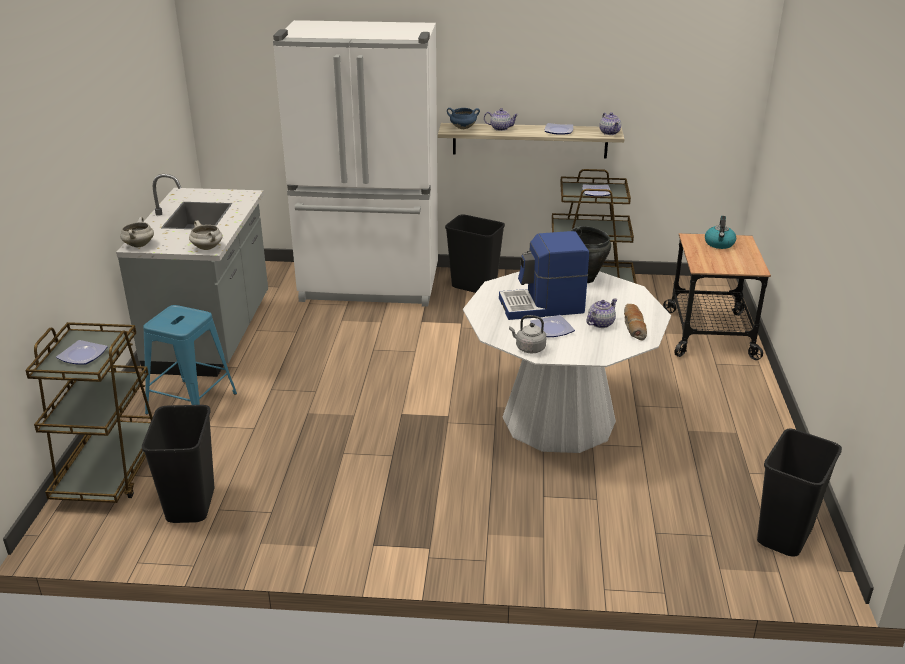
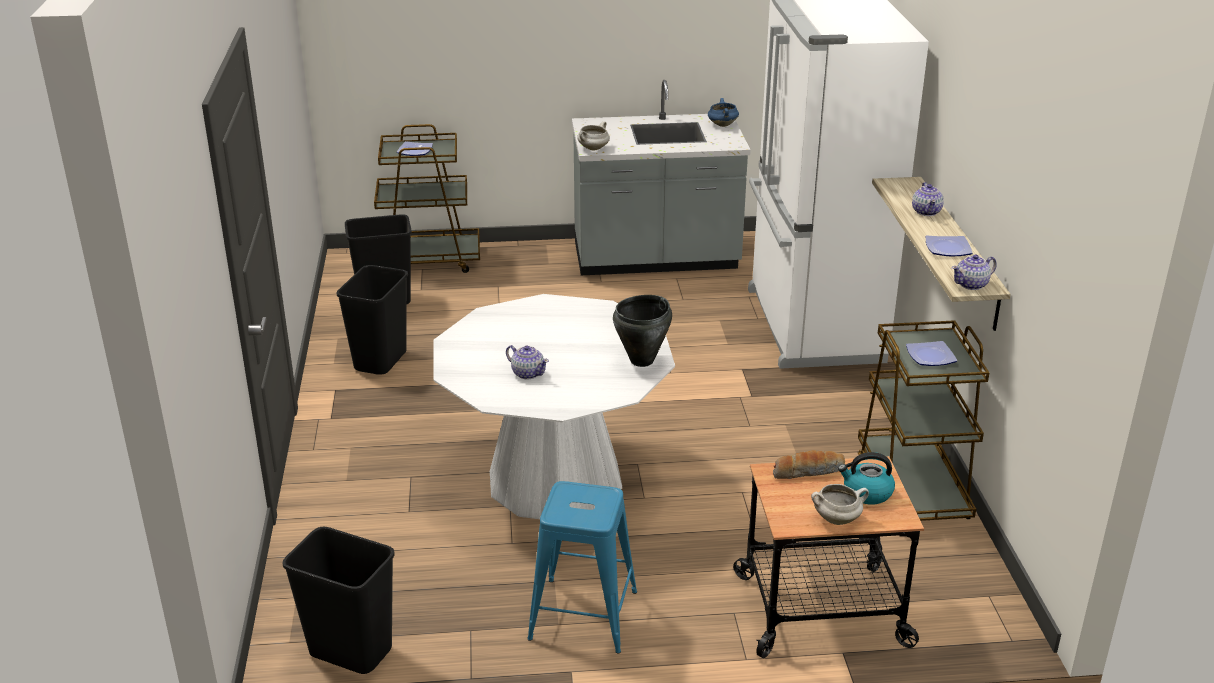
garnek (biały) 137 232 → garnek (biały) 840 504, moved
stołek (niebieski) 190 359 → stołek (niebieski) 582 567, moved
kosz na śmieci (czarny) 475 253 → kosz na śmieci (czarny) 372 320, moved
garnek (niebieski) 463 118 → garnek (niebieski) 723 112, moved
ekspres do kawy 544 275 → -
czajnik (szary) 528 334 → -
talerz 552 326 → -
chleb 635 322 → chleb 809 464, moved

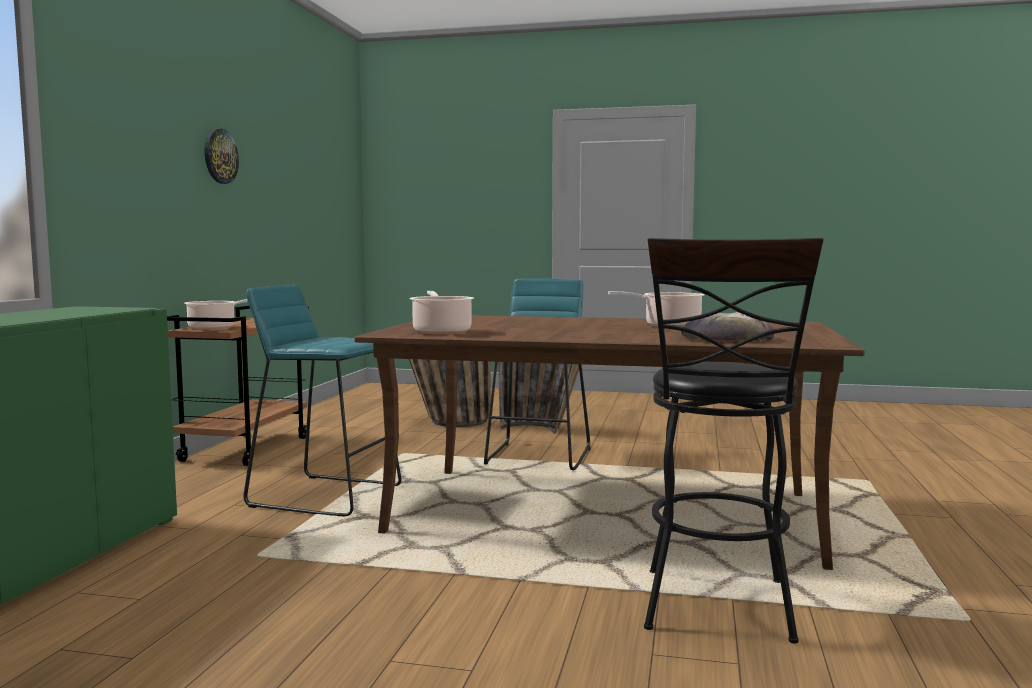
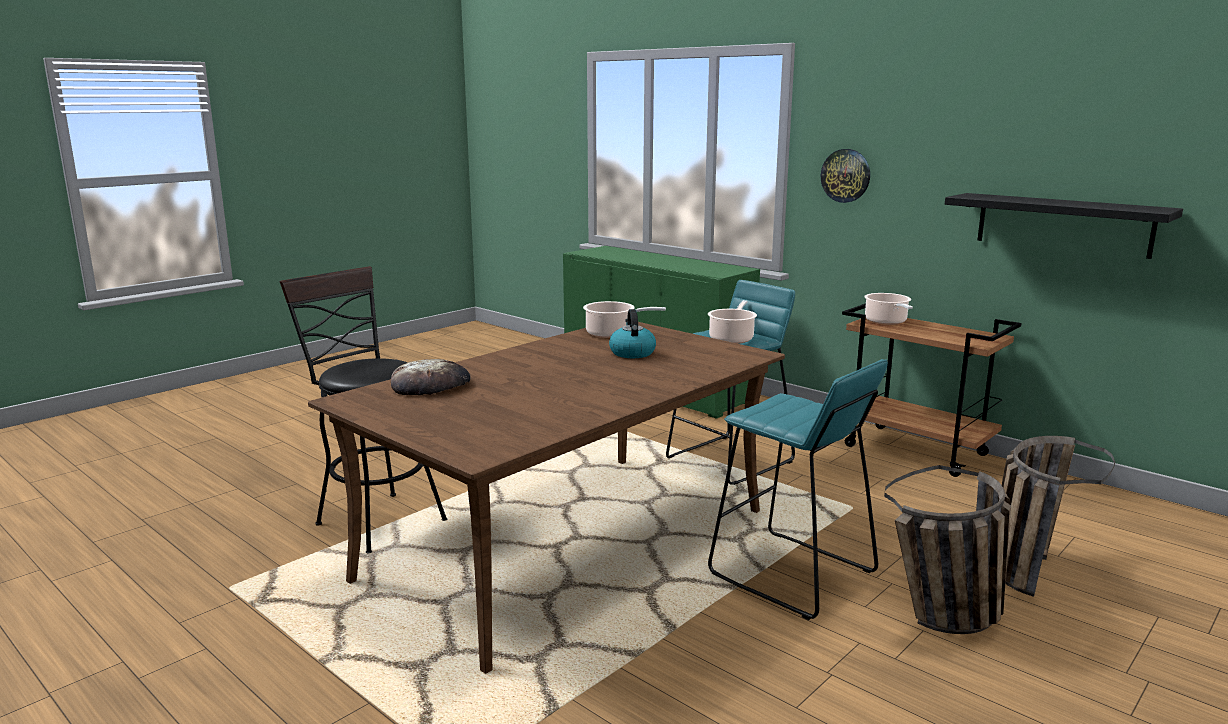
zegar ścienny 222 156 → zegar ścienny 845 176, moved
garnek 656 309 → garnek 732 322, moved
- → czajnik 632 333
- → półka (czarny) 1064 226

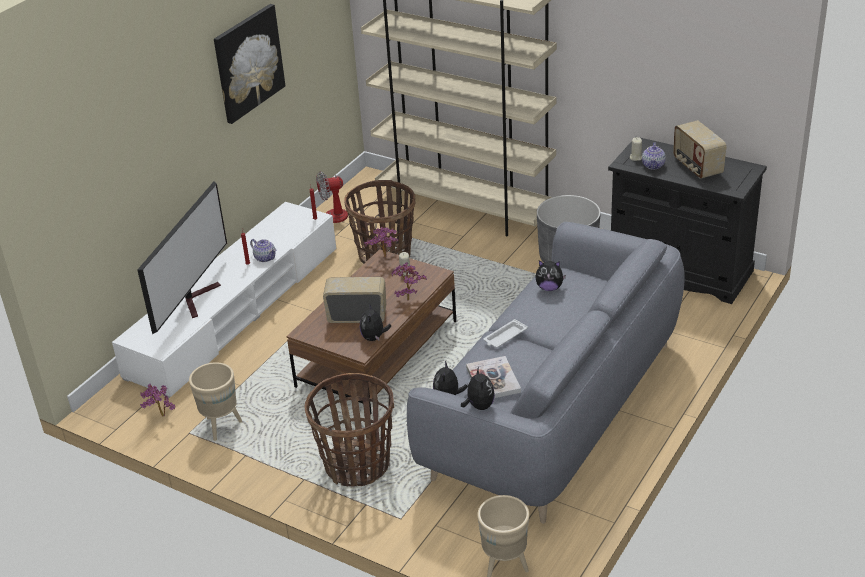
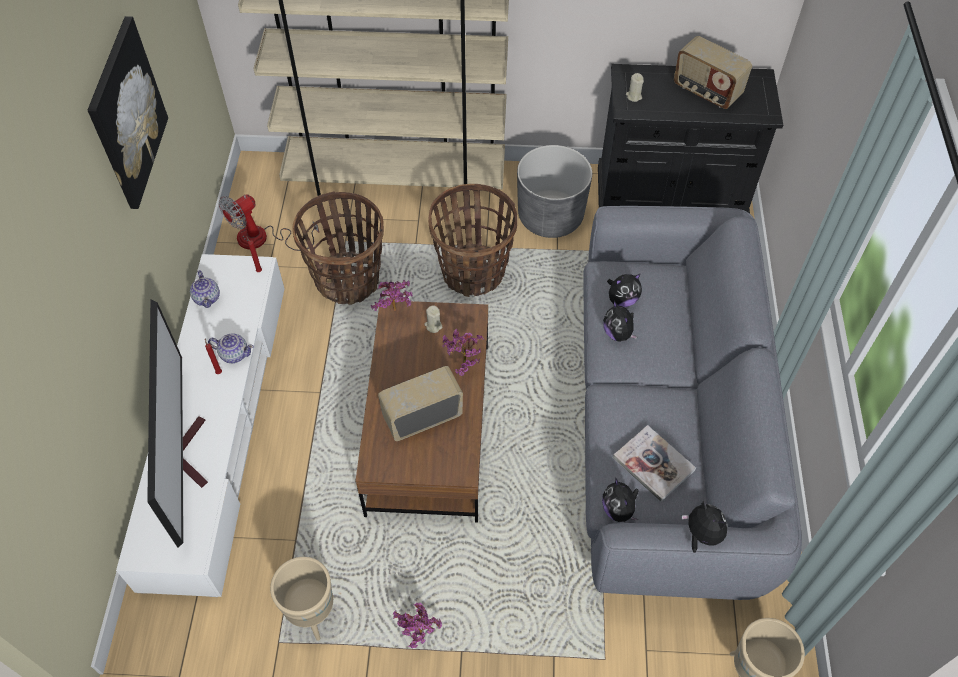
roślina doniczkowa 157 400 → roślina doniczkowa 417 625, moved
koszyk 349 430 → koszyk 472 240, moved
pluszak 375 322 → pluszak 620 321, moved
taca (biały) 506 333 → -
imbryk 654 155 → imbryk 205 289, moved

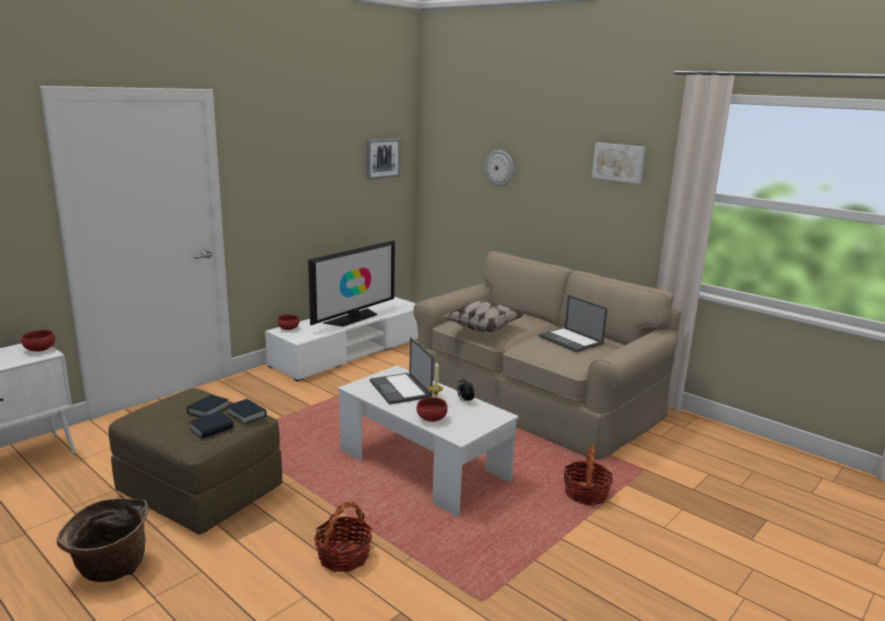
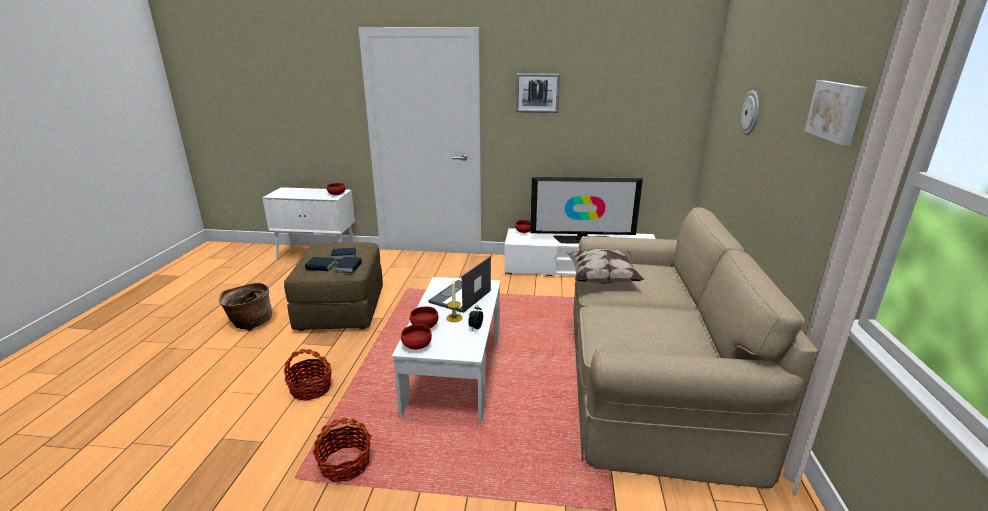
obraz 384 158 → obraz 538 93, moved
laptop 573 323 → -
koszyk 588 475 → koszyk 342 450, moved
- → miska (czerwony) 416 337

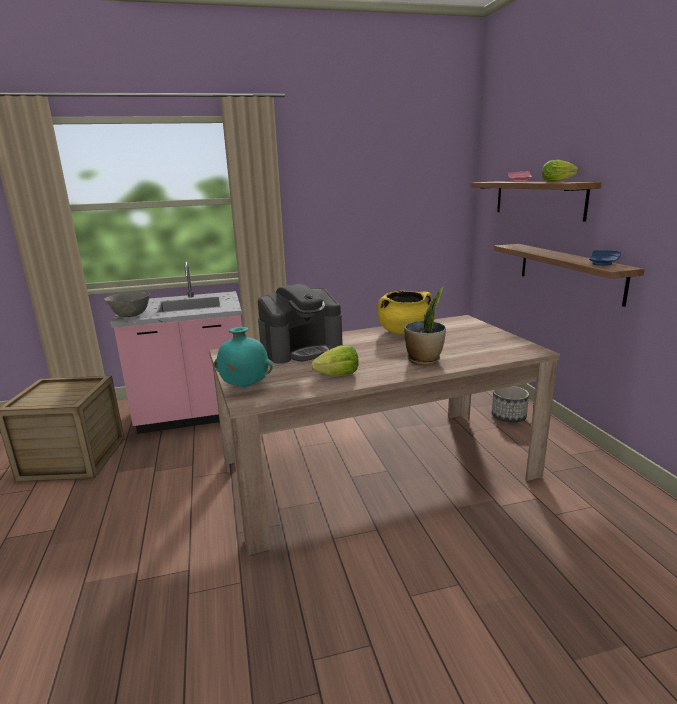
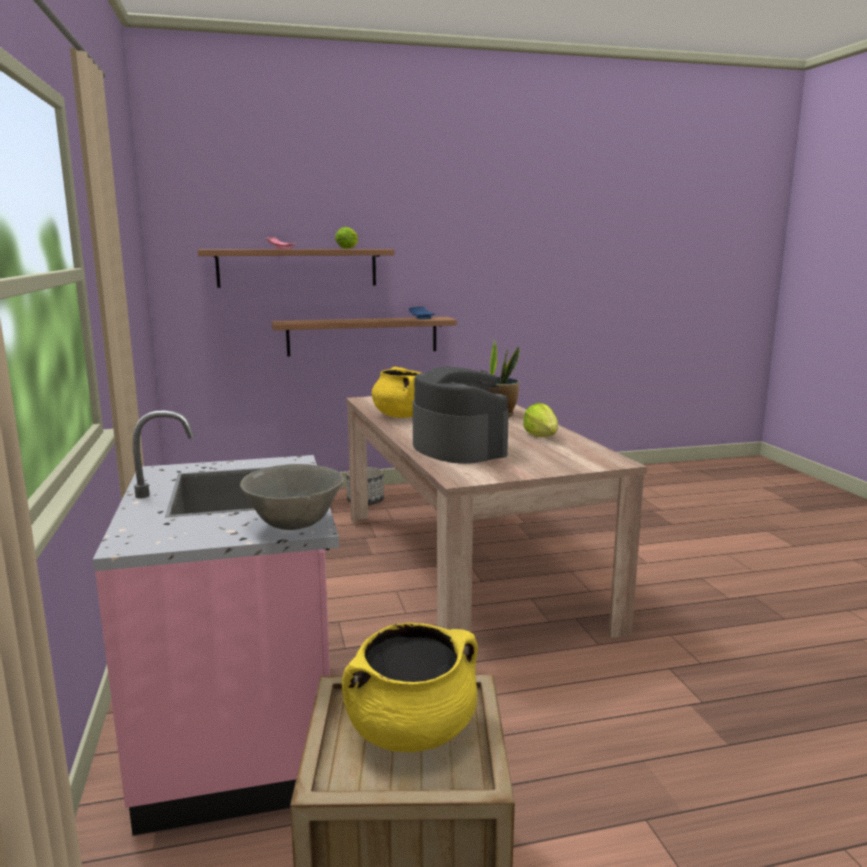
wazon (turkusowy) 243 357 → -
- → garnek (żółty) 410 687

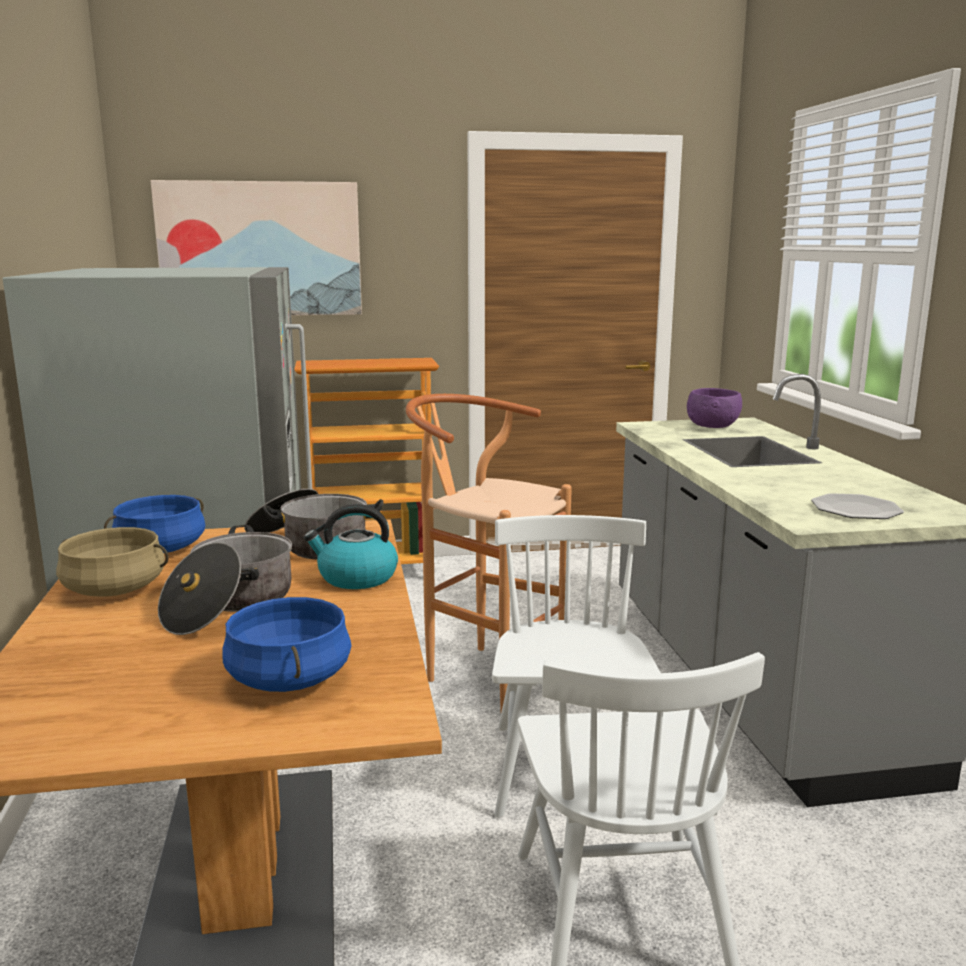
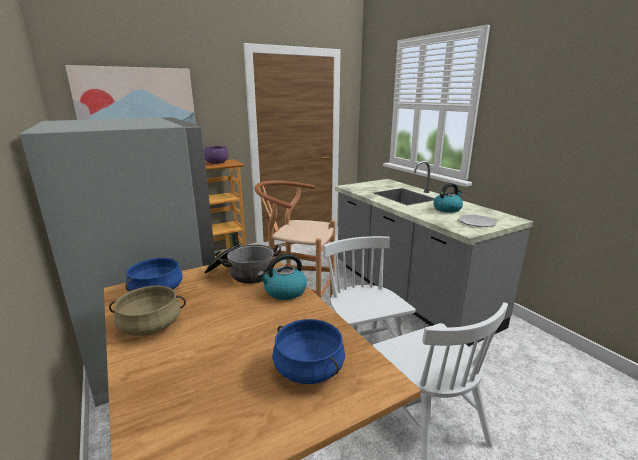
garnek 225 580 → -
miska (fioletowy) 714 408 → miska (fioletowy) 216 155, moved
- → czajnik 448 198

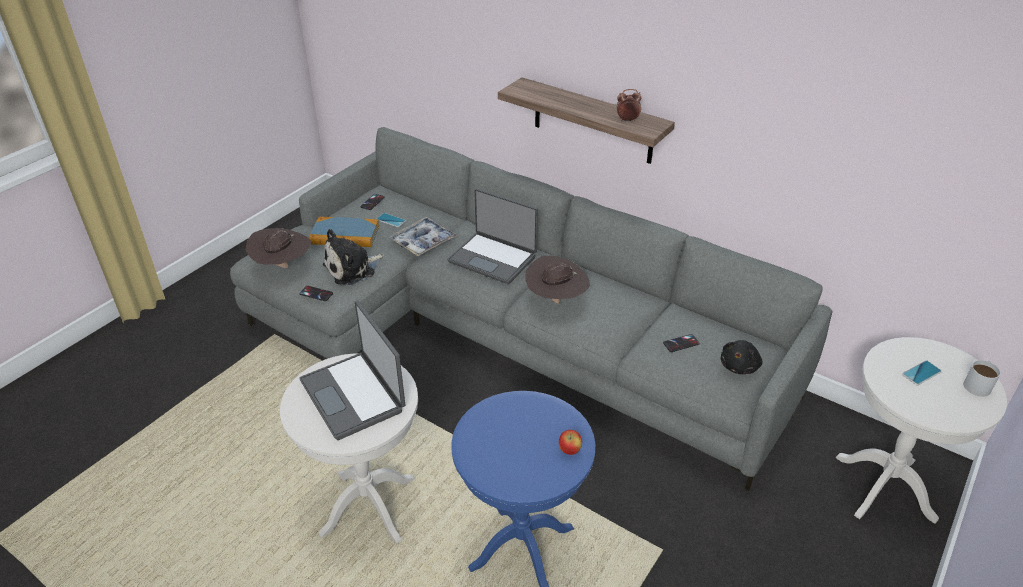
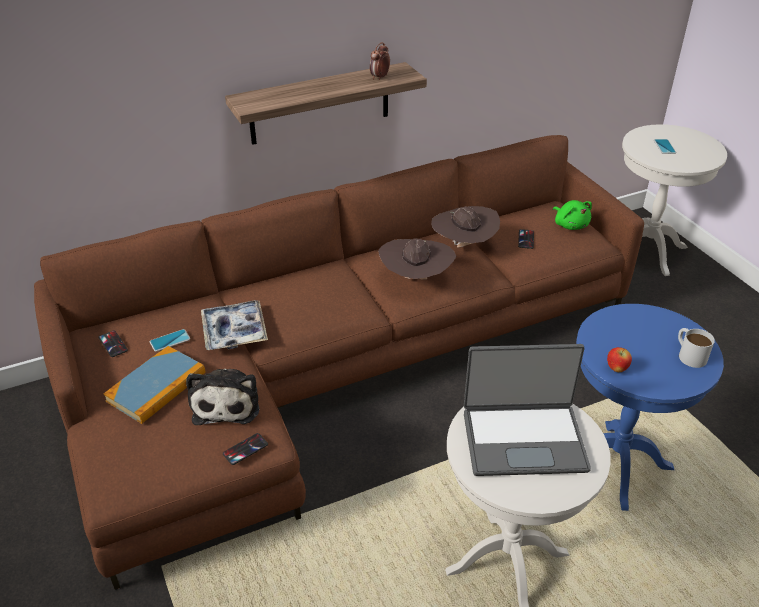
kanapa (szary) 531 309 → kanapa (brązowy) 339 362
kapelusz (brązowy) 278 248 → kapelusz (brązowy) 465 227, moved
laptop 493 236 → -
jabłko 570 442 → jabłko 619 359, moved
pluszak (czarny) 741 357 → pluszak (zielony) 572 215
kubek (biały) 982 378 → kubek (biały) 696 348, moved

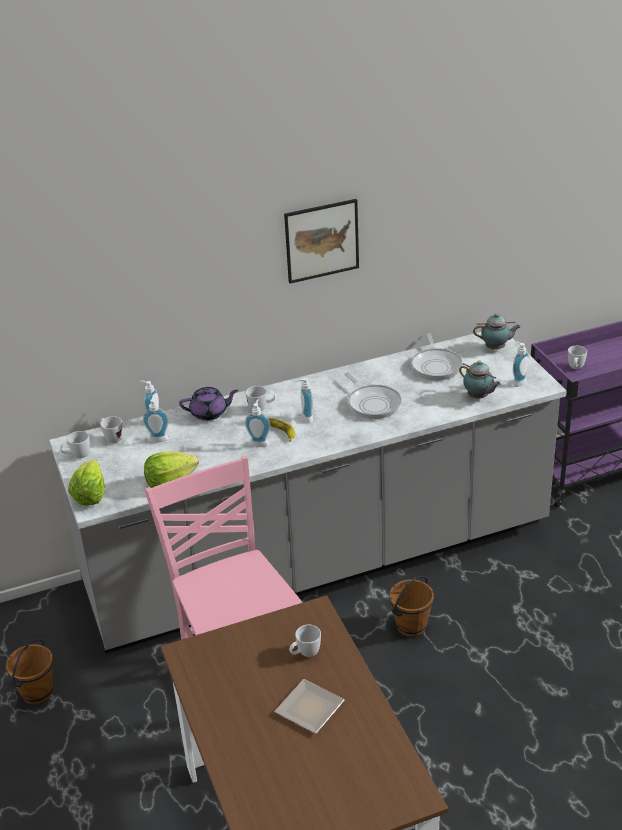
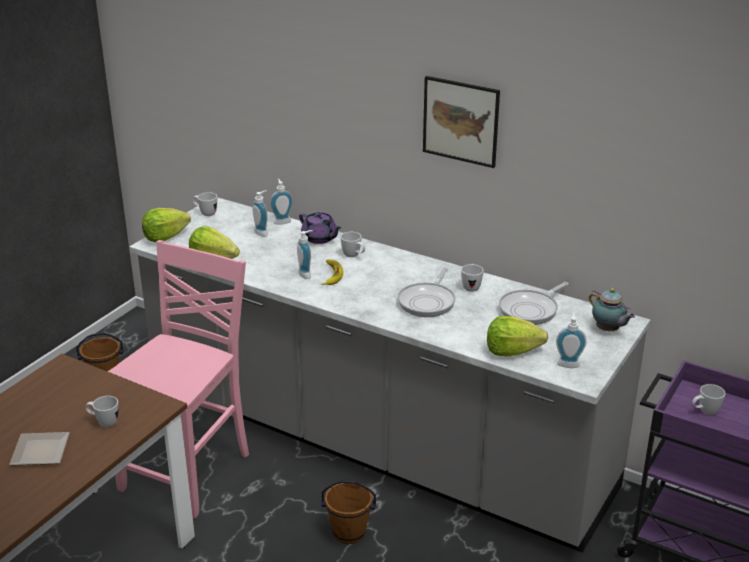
kubek (biały) 111 429 → kubek (biały) 472 278, moved
dozownik mydła 304 400 → -
imbryk 480 379 → sałata 517 336

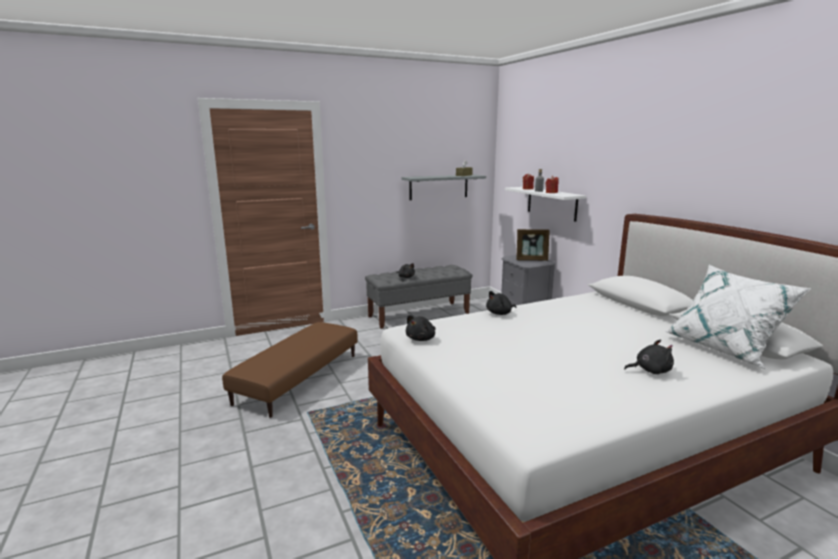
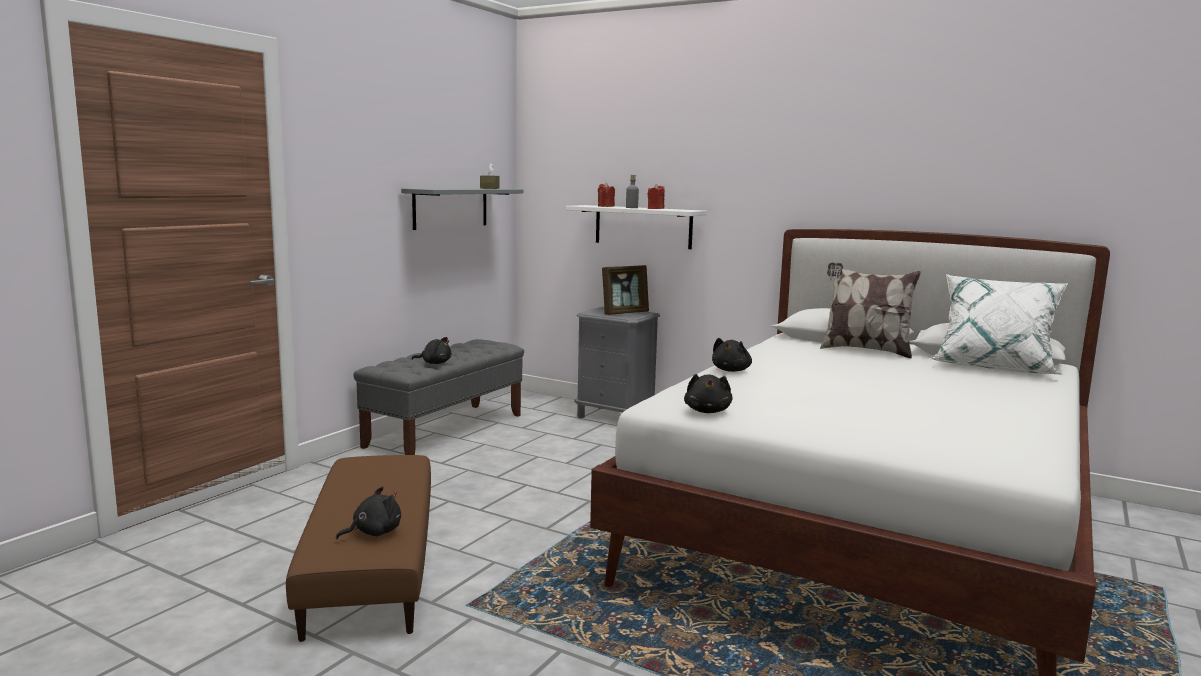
pluszak (czarny) 649 356 → pluszak (czarny) 368 512, moved
- → poduszka 870 310

